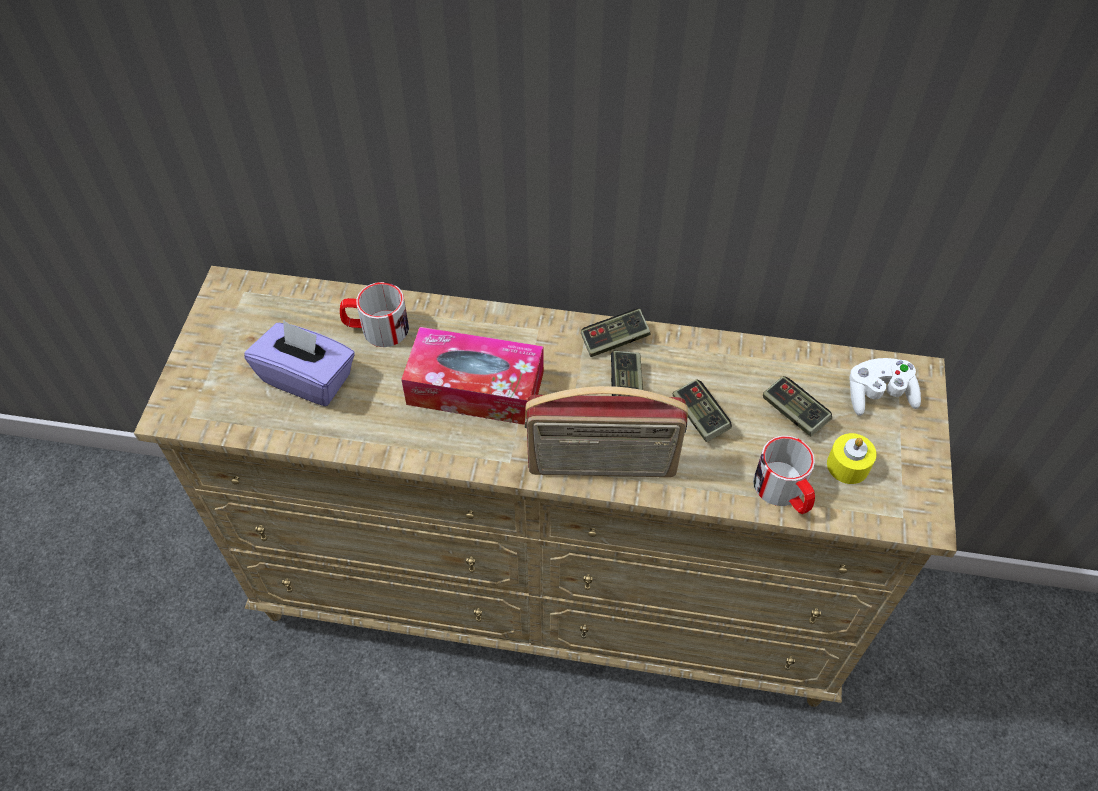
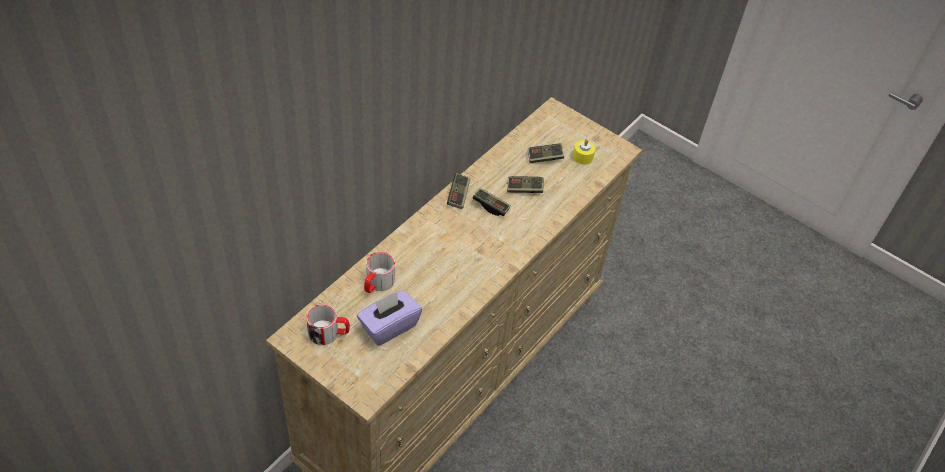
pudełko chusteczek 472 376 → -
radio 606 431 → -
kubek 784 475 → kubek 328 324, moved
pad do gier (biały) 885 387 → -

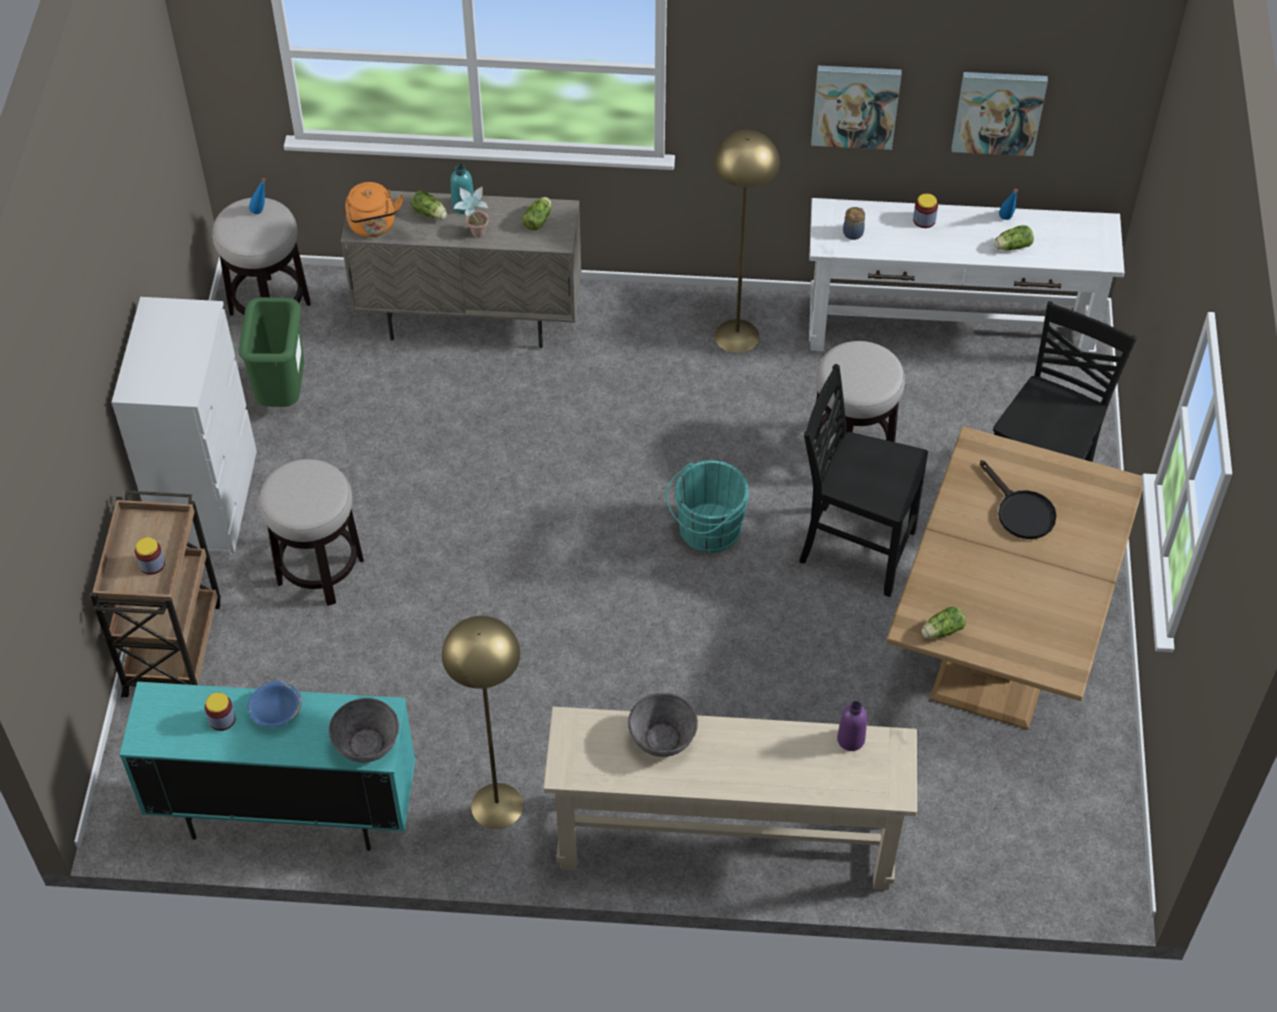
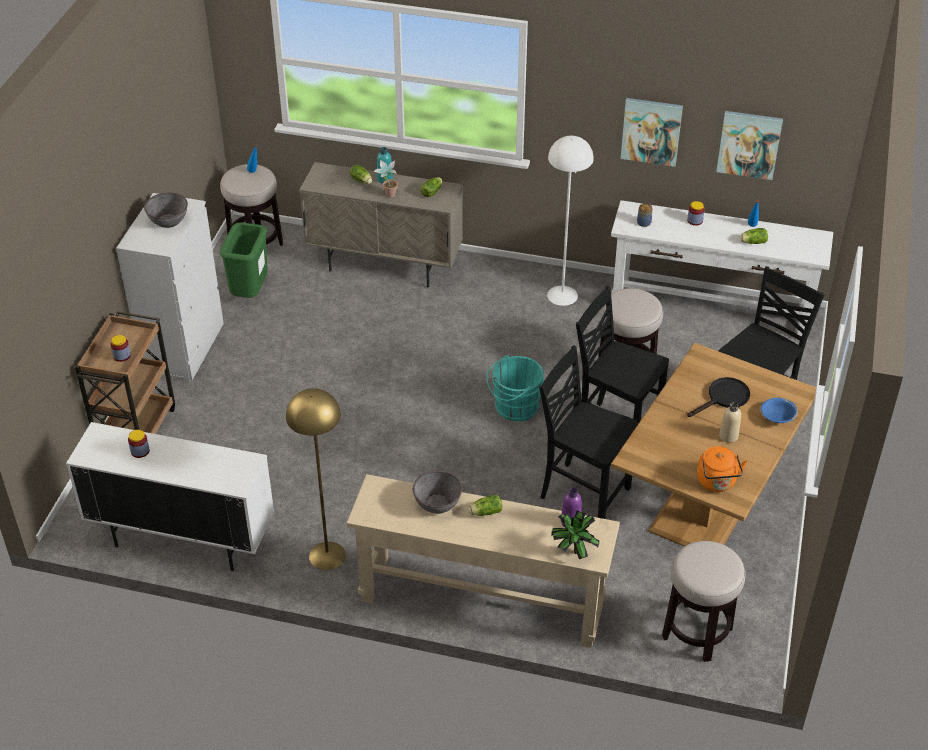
szafka (turkusowy) 268 766 → szafka (biały) 170 496
miska (niebieski) 274 704 → miska (niebieski) 779 410, moved
stołek 311 532 → stołek 704 601, moved
miska (szary) 364 730 → miska (szary) 166 210, moved
czajnik (pomarańczowy) 374 209 → czajnik (pomarańczowy) 722 469, moved
lampa stojąca (żółty) 746 241 → lampa stojąca (biały) 570 221
sałata 944 623 → sałata 485 505, moved
patelnia (czarny) 1018 499 → patelnia (czarny) 719 397, 105 degrees counterclockwise
- → krzesło (czarny) 588 432
- → roślina doniczkowa 575 534
- → butelka (beżowy) 730 422

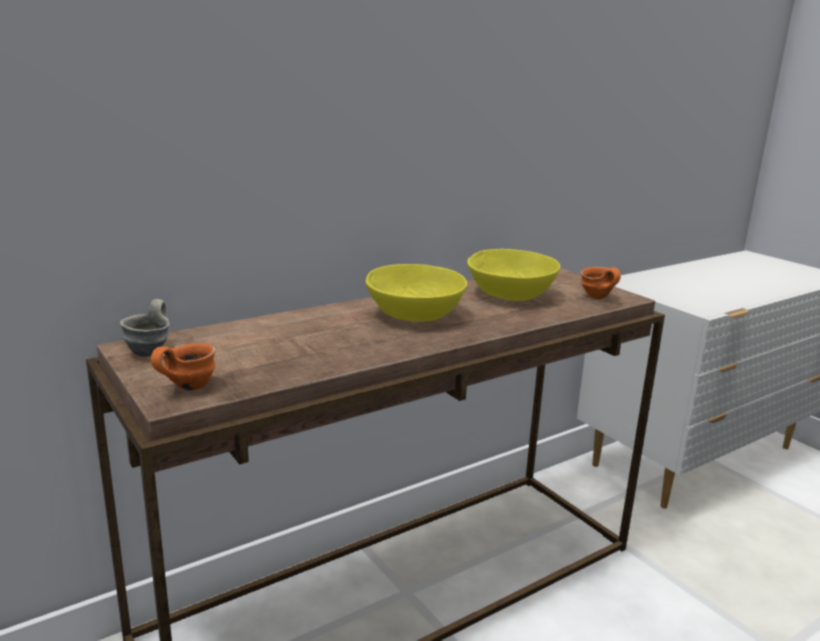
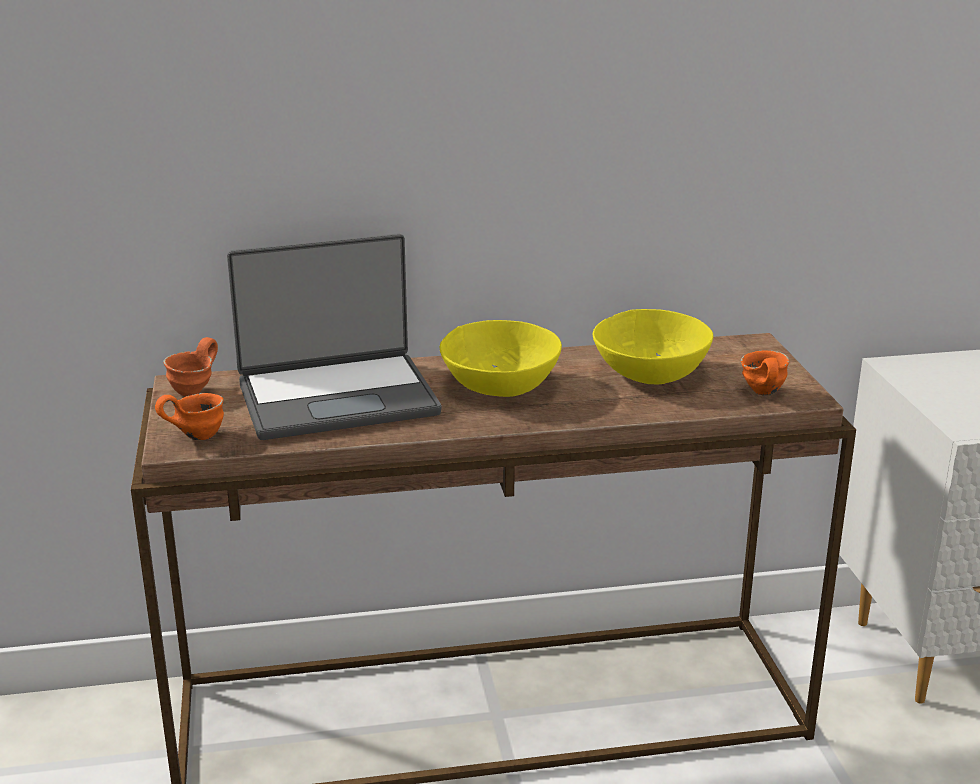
kubek (szary) 145 328 → kubek (pomarańczowy) 190 367
- → laptop 334 336

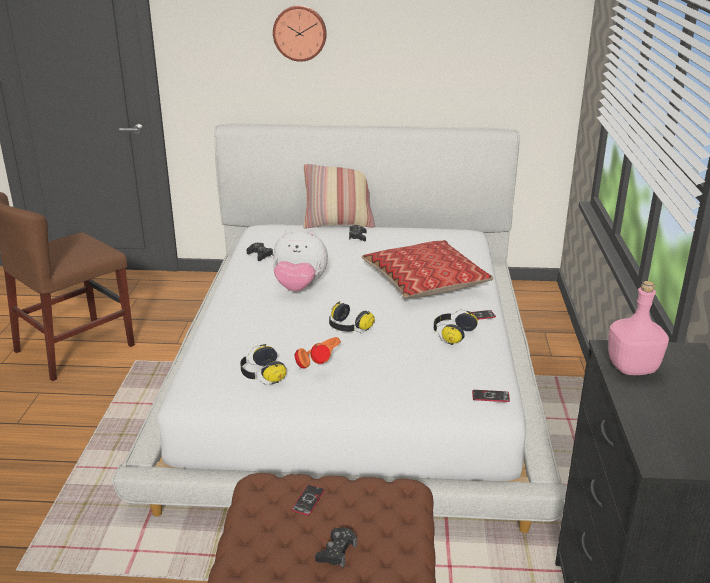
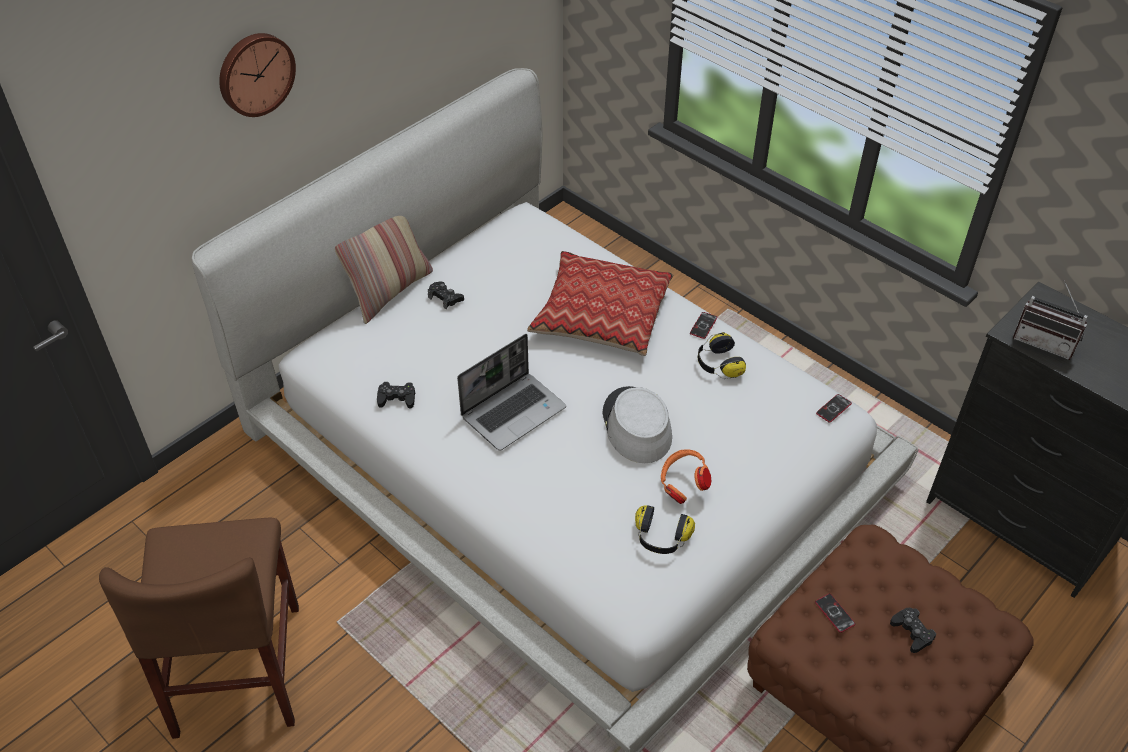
pluszak 300 260 → laptop 511 392
słuchawki 352 317 → kapelusz (szary) 637 424
butelka (różowy) 638 328 → radio 1050 320

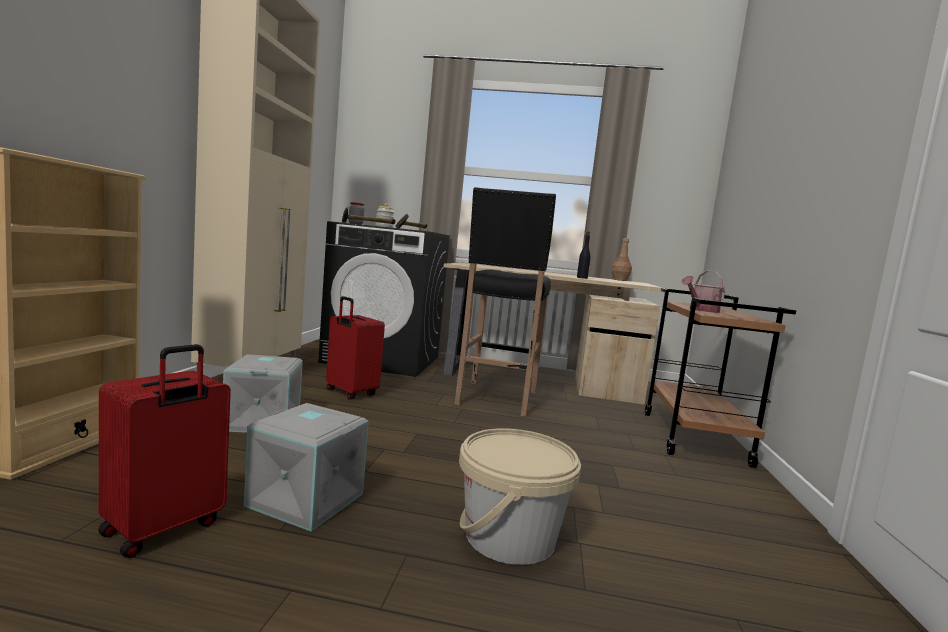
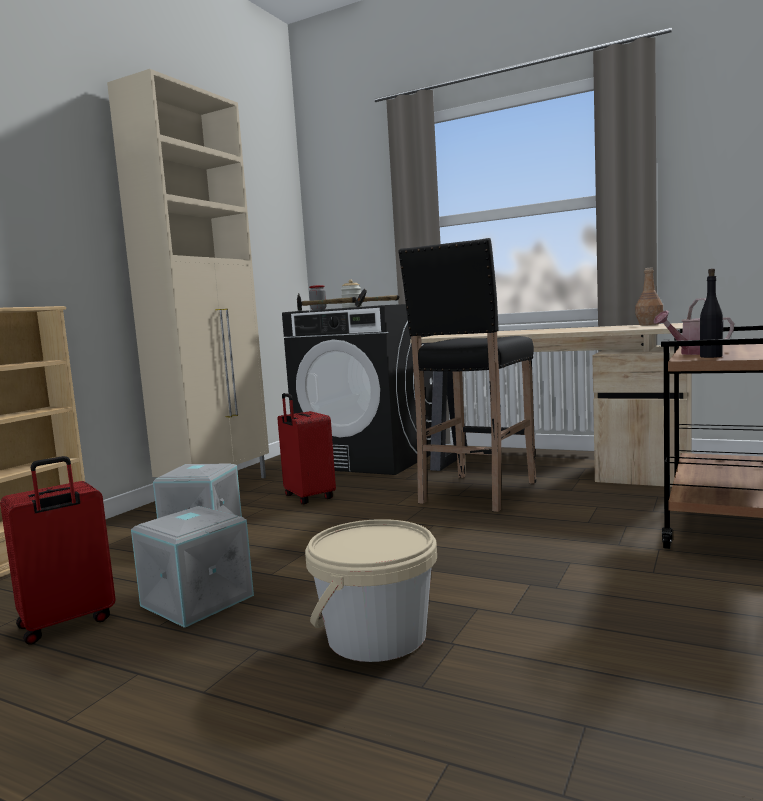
butelka (czarny) 583 255 → butelka (czarny) 711 313, moved

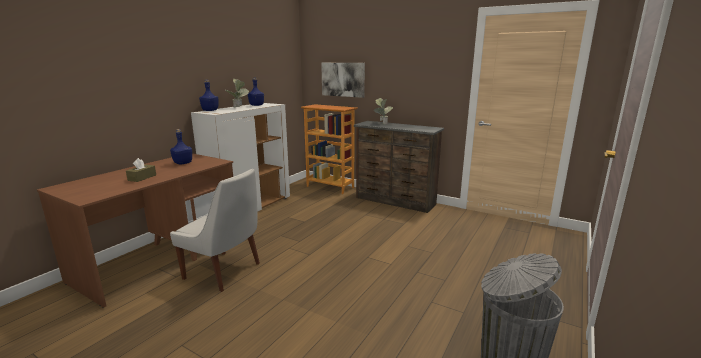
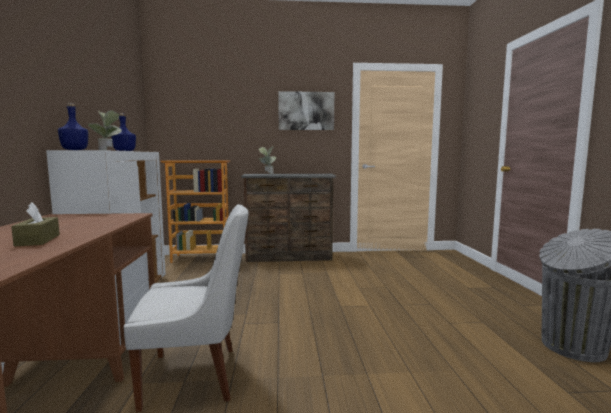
butelka (niebieski) 181 146 → -
obraz 343 80 → obraz 306 110, moved

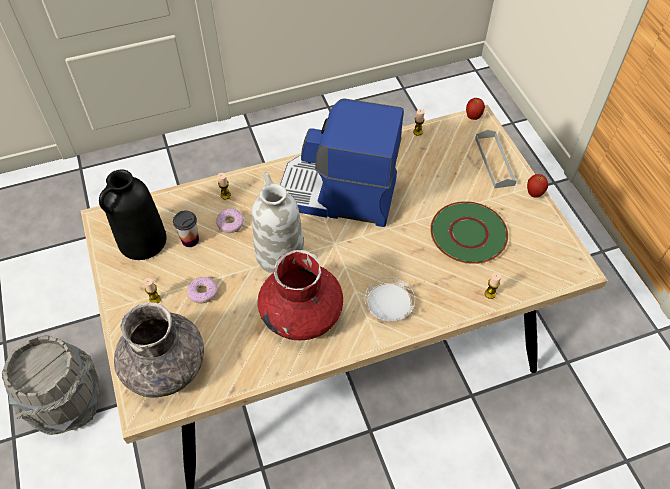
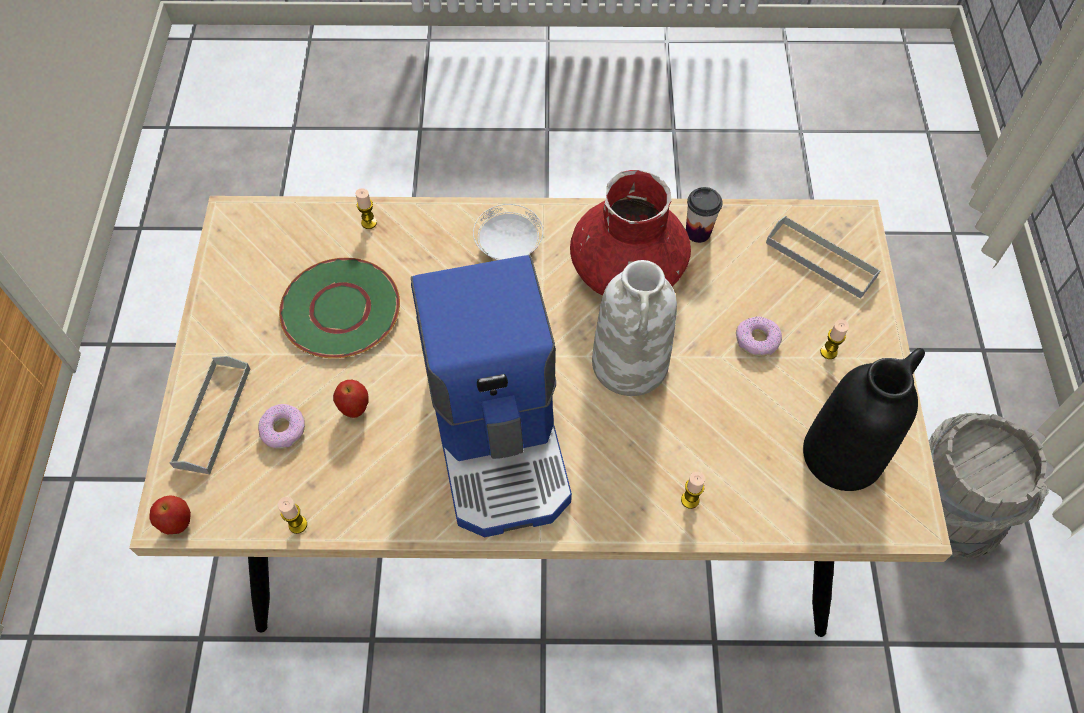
wazon (szary) 159 349 → taca (szary) 823 257
filiżanka 186 228 → filiżanka 704 215, moved
donut 230 220 → donut 281 426, moved
ekspres do kawy 342 162 → ekspres do kawy 491 396, 45 degrees clockwise
jabłko 537 186 → jabłko 351 399, moved

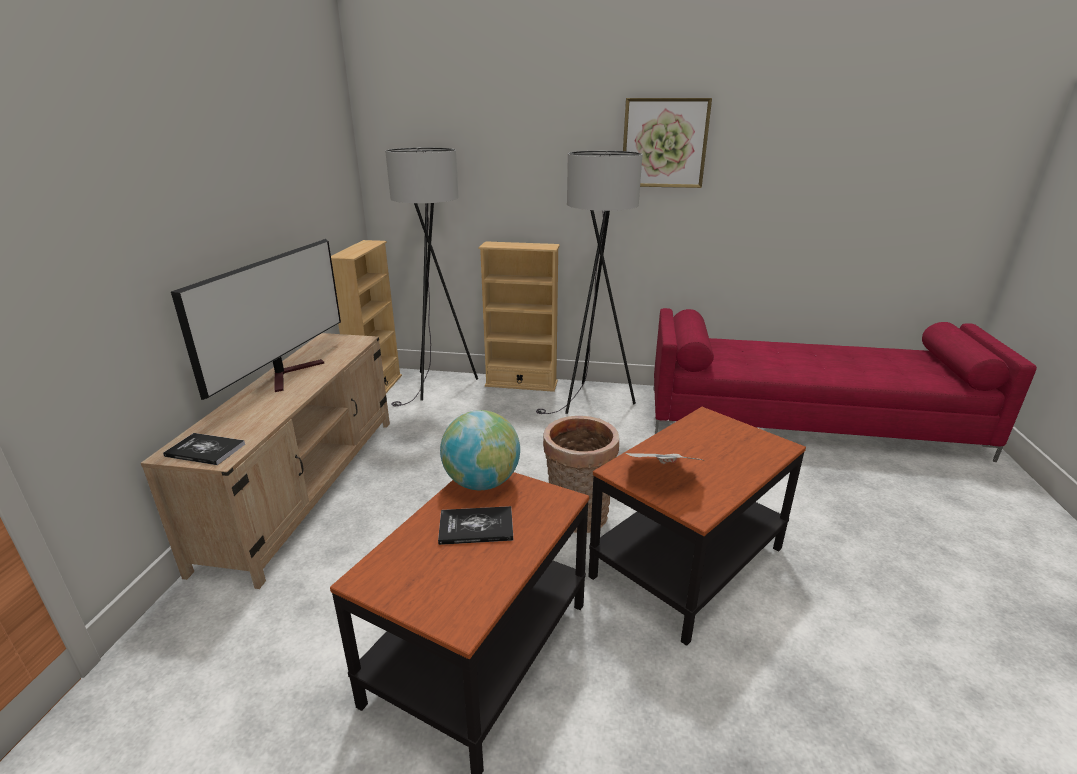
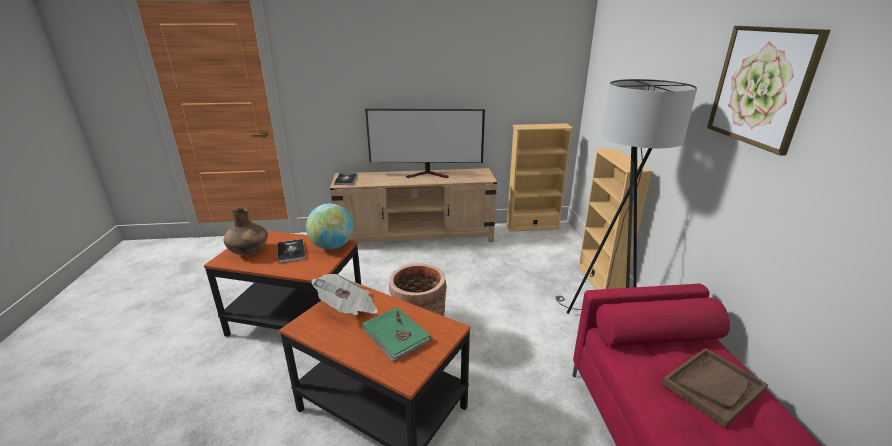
lampa stojąca (szary) 431 277 → -
- → wazon (brązowy) 245 231
- → książka (zielony) 396 334
- → taca (brązowy) 715 388

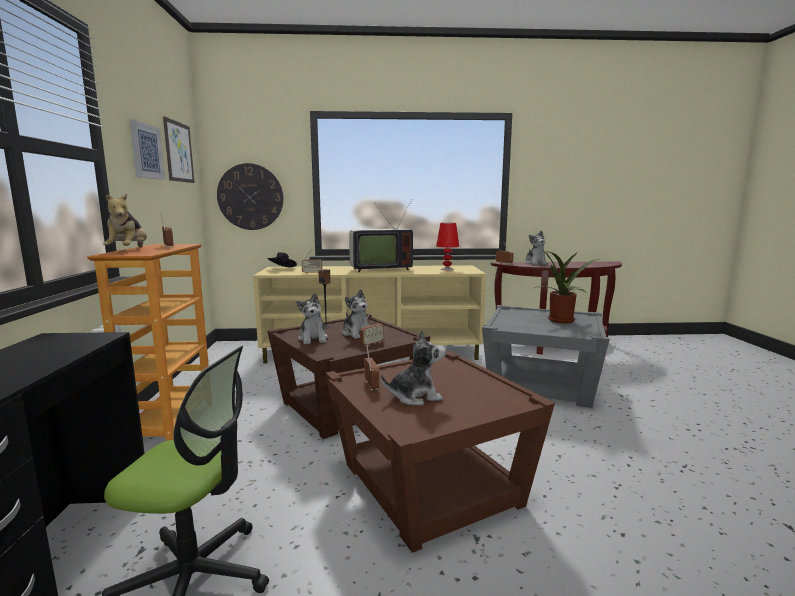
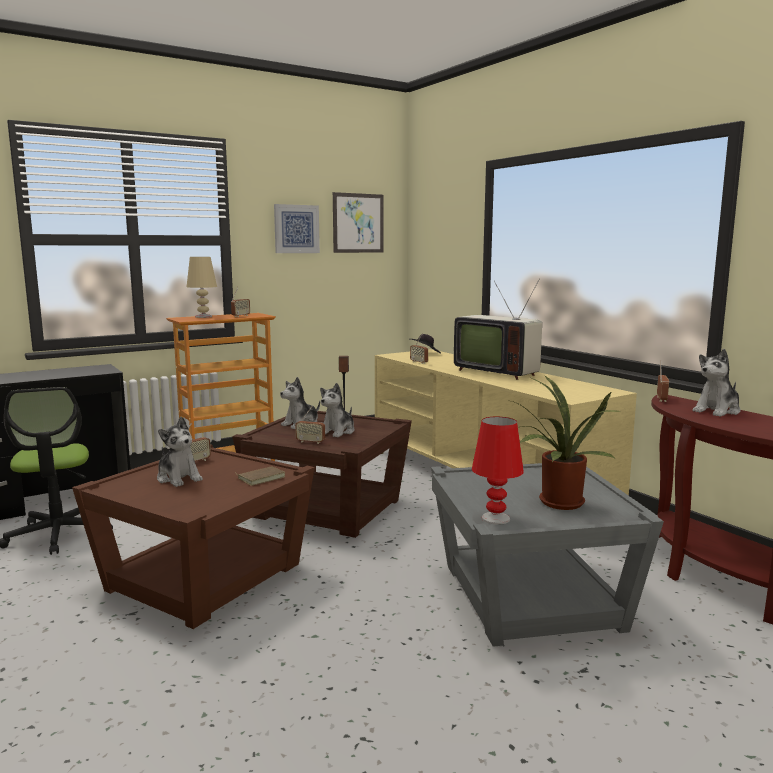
pluszak 125 220 → lampa stołowa (beżowy) 202 287
zegar ścienny 250 196 → -
lampa stołowa (czerwony) 447 246 → lampa stołowa (czerwony) 498 471, moved
- → książka (brązowy) 260 476

